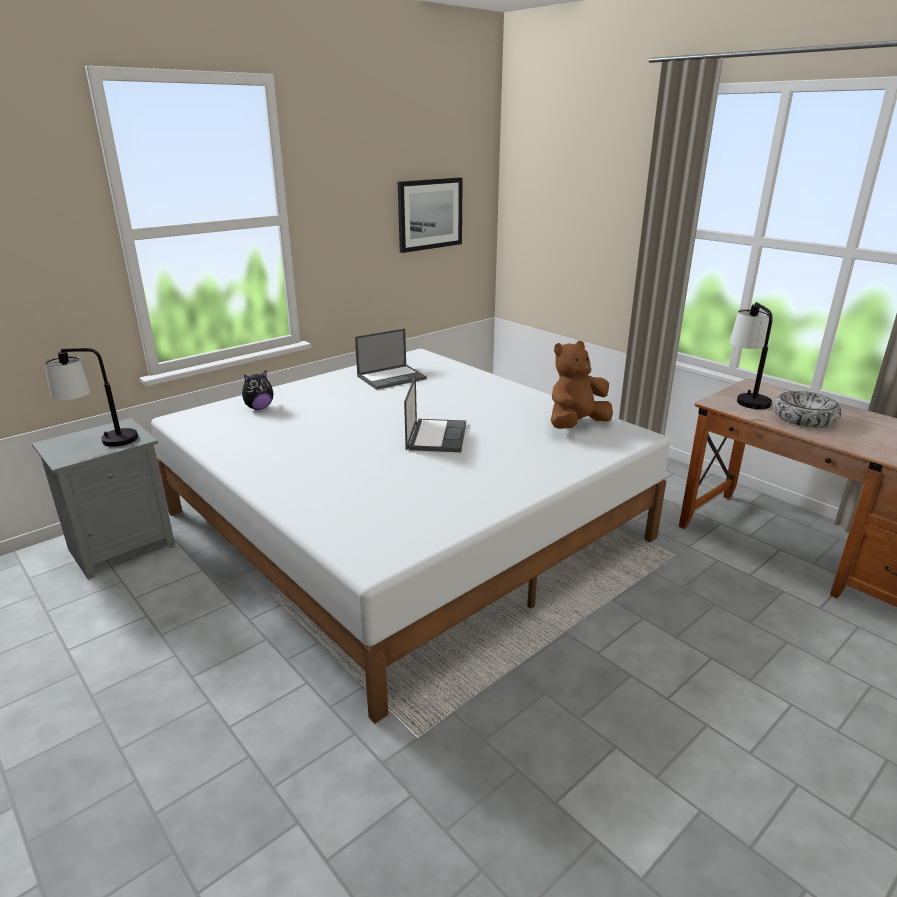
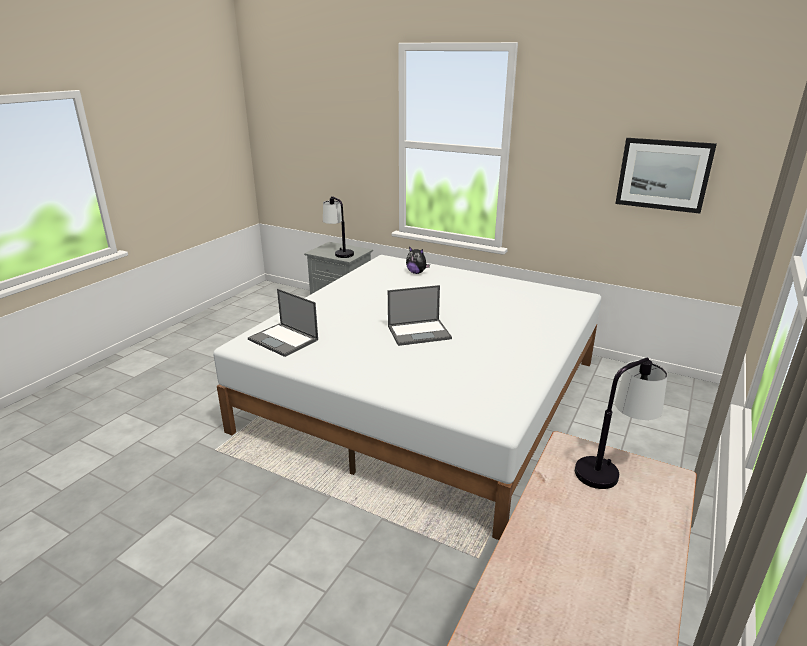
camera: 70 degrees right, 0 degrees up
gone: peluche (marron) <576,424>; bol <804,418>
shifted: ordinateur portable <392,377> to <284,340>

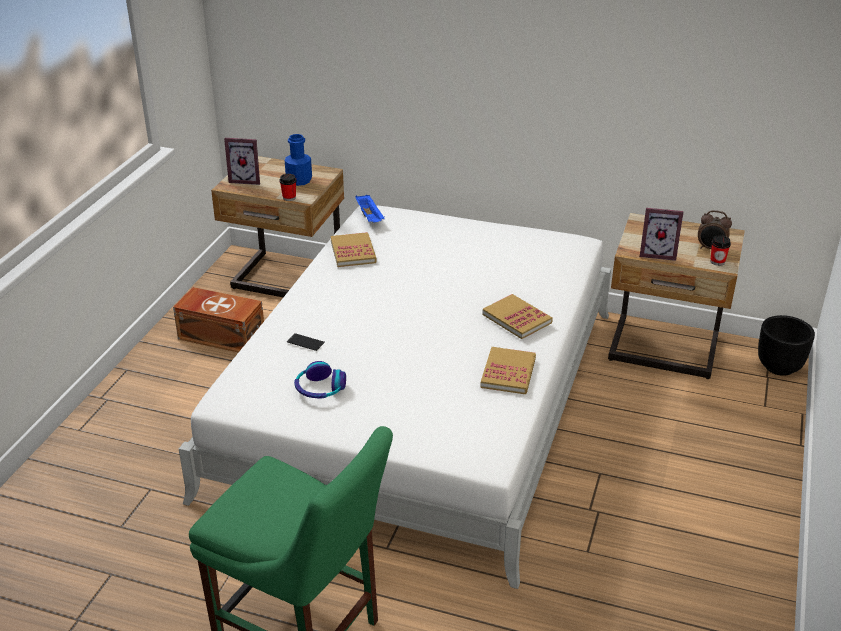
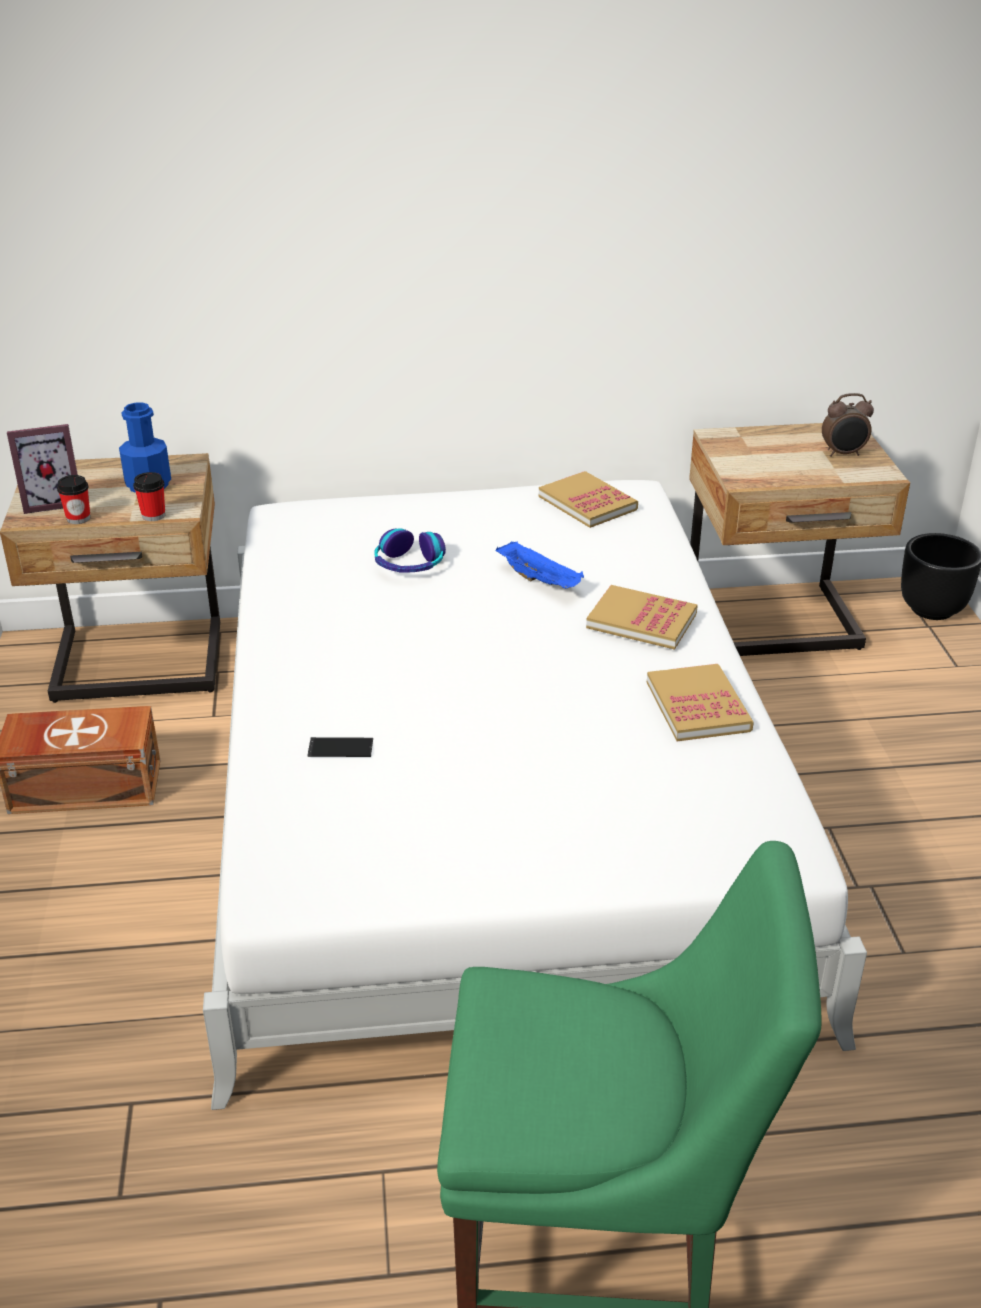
camera: 25 degrees left, 0 degrees up
gone: cadre photo <657,253>
shifted: plateau (bleu) <370,217> to <540,580>; livre <353,252> to <587,503>; tasse <717,262> to <78,518>; casque audio <320,389> to <409,564>

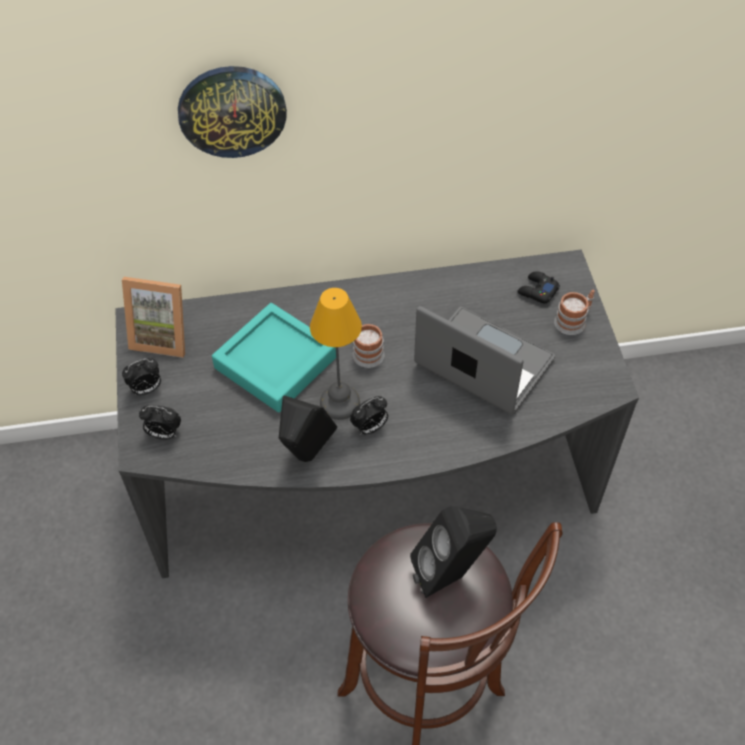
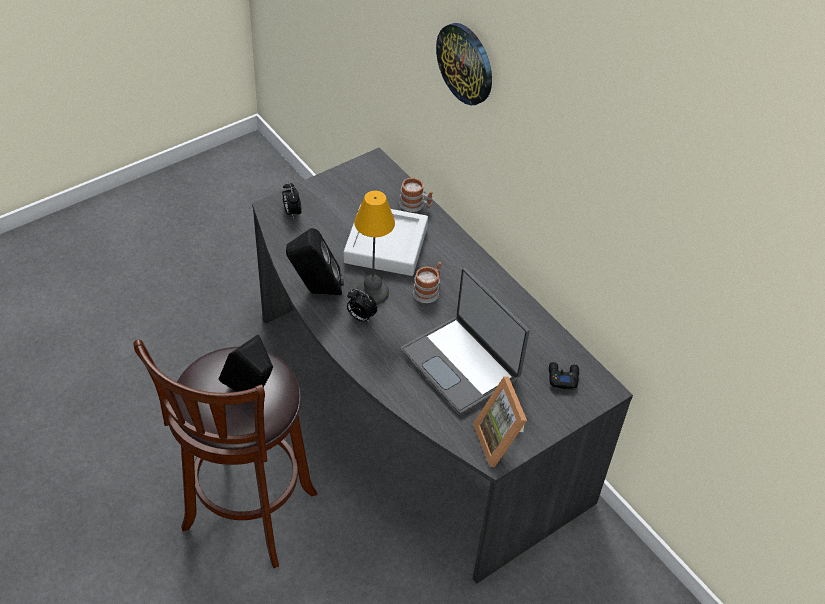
camera: 60 degrees right, 5 degrees down
gone: réveil <146,389>
shifted: cadre photo <163,336> to <502,441>; mug <573,320> to <415,205>
repainted: plateau (turquoise) <275,362> to plateau (gris) <386,245>
rotated: ordinateur portable <482,364> = <461,365> 135 degrees clockwise

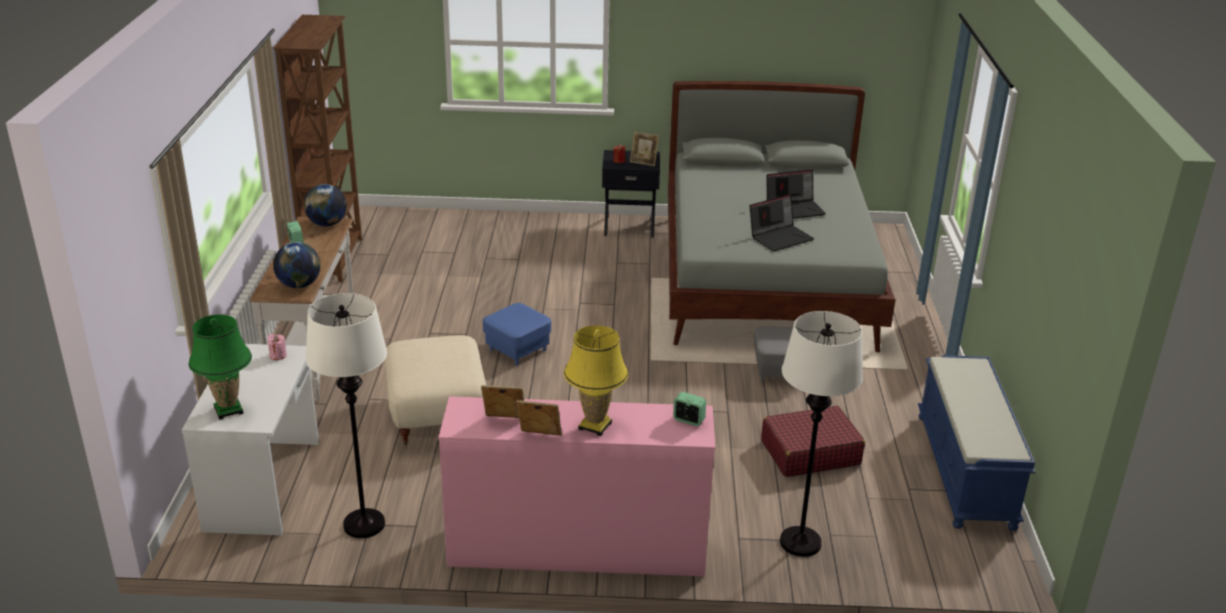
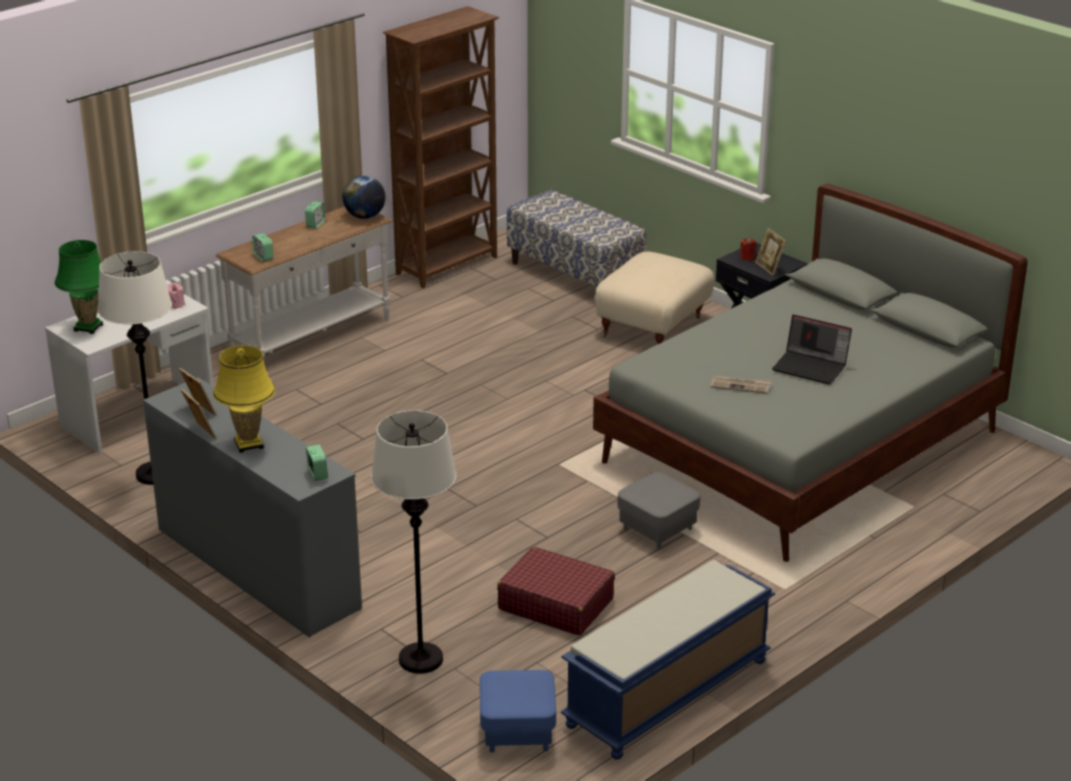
camera: 45 degrees right, 0 degrees up
new: banc <575,275>
shifted: pouf (bleu) <517,349> to <517,732>; pouf (beige) <438,417> to <654,328>
swapped: ordinateur portable <780,237> to journal <740,386>; globe <299,285> to réveil <263,257>
repainted: commode (rose) <576,549> to commode (gris) <257,568>

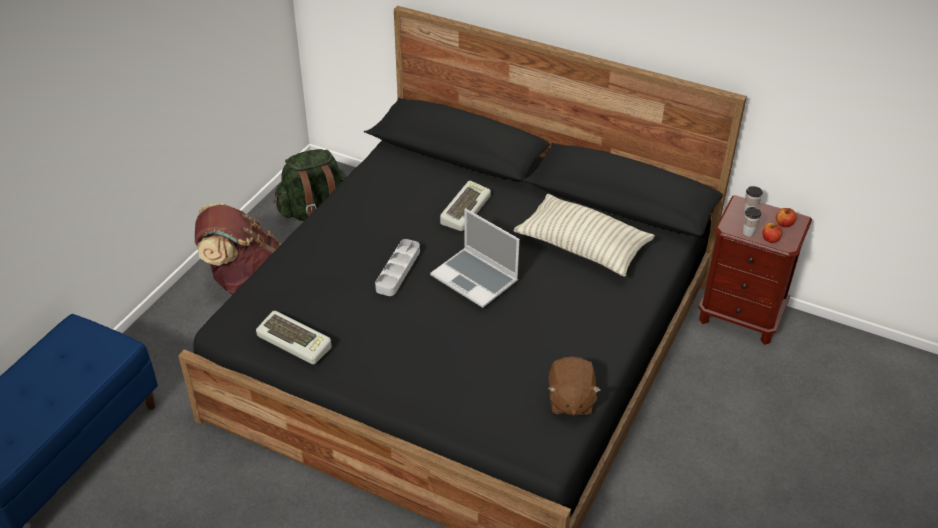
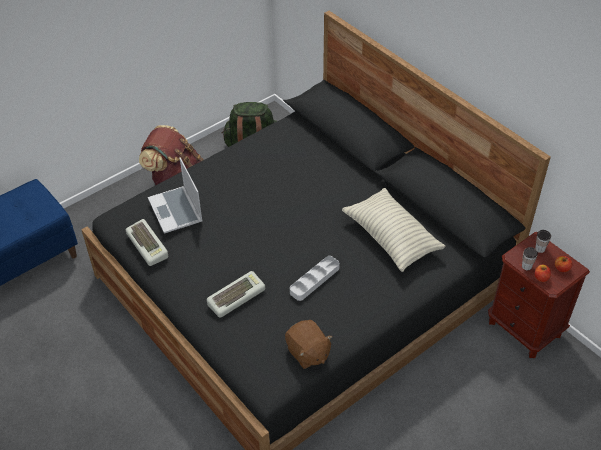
camera: 25 degrees right, 5 degrees up
shifted: clavier <464,209> to <236,296>; ordinateur portable <476,279> to <176,211>; plateau (gris) <398,270> to <314,280>
rotated: peluche (marron) <570,400> = <307,353> 60 degrees counterclockwise

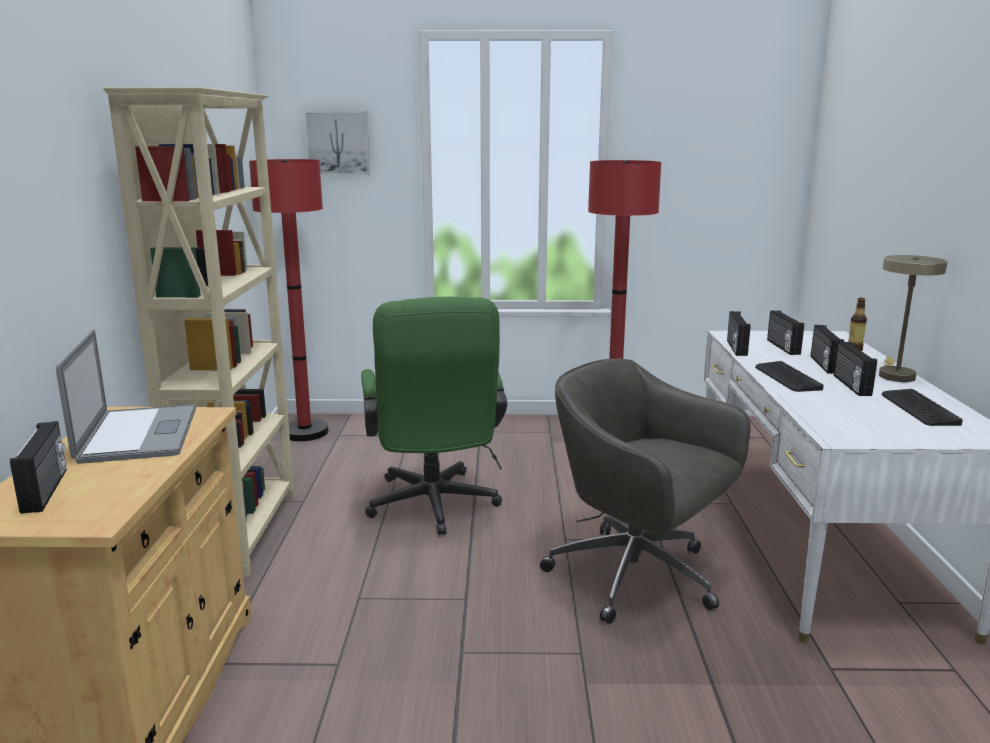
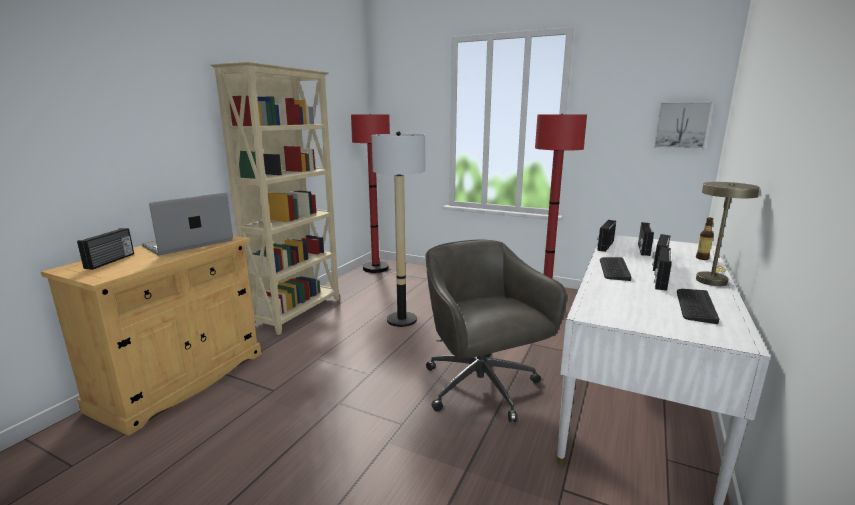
camera: 25 degrees right, 0 degrees up
shifted: tableau <338,143> to <681,125>
swapped: chaise de bureau (vert) <433,508> to lampadaire <401,320>
rotated: ordinateur portable <139,434> = <188,243> 150 degrees counterclockwise

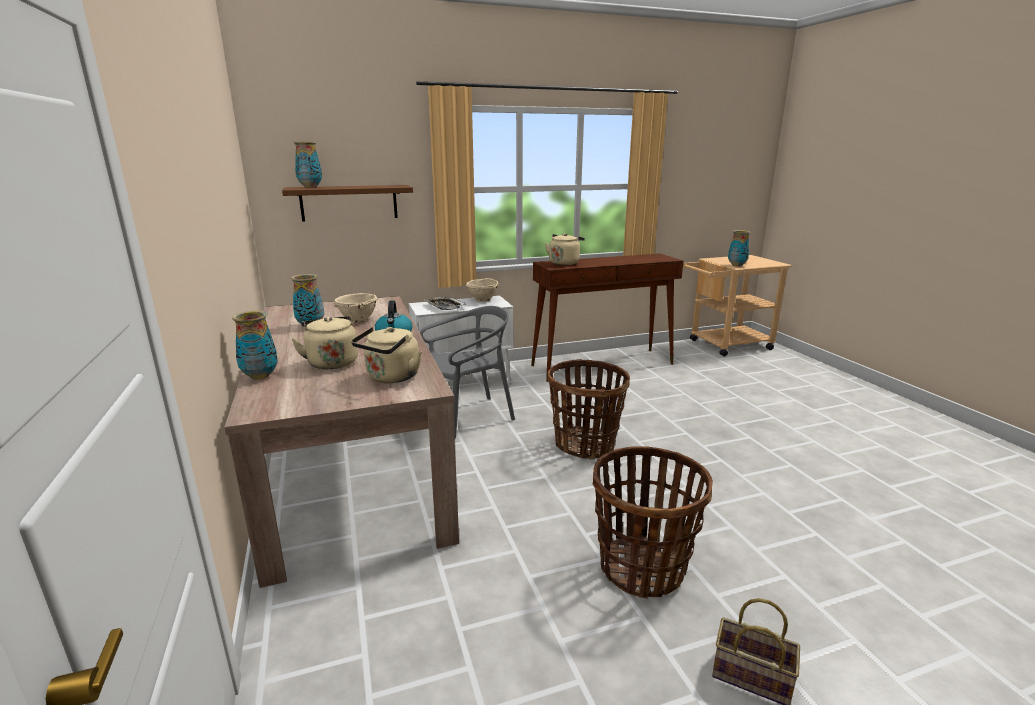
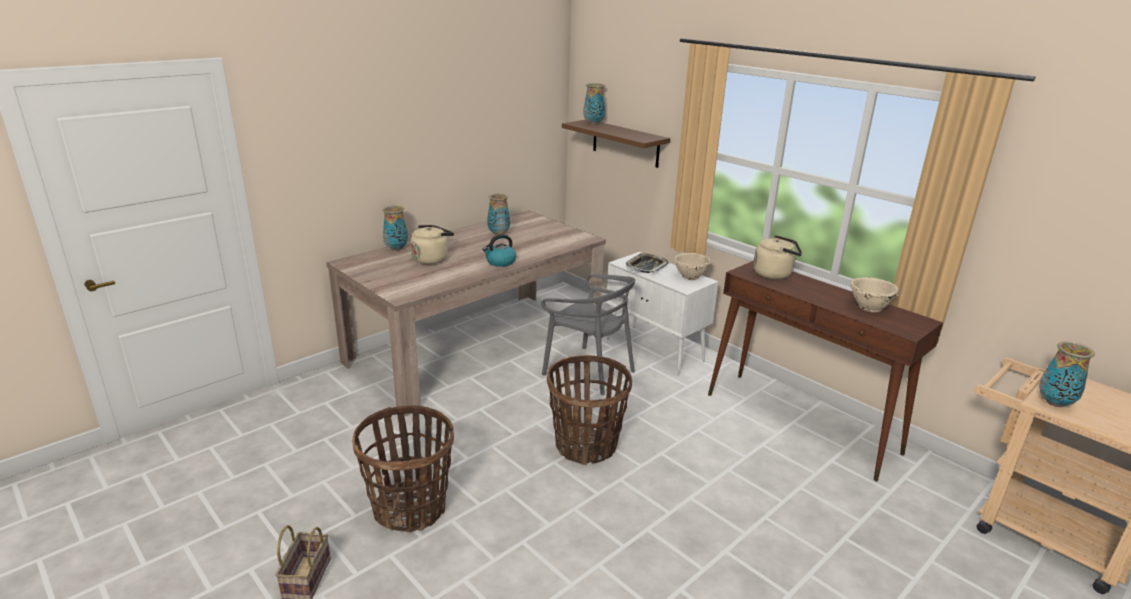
camera: 65 degrees right, 5 degrees up
gone: bouilloire (beige) <391,378>
shifted: bol (beige) <357,320> to <869,308>

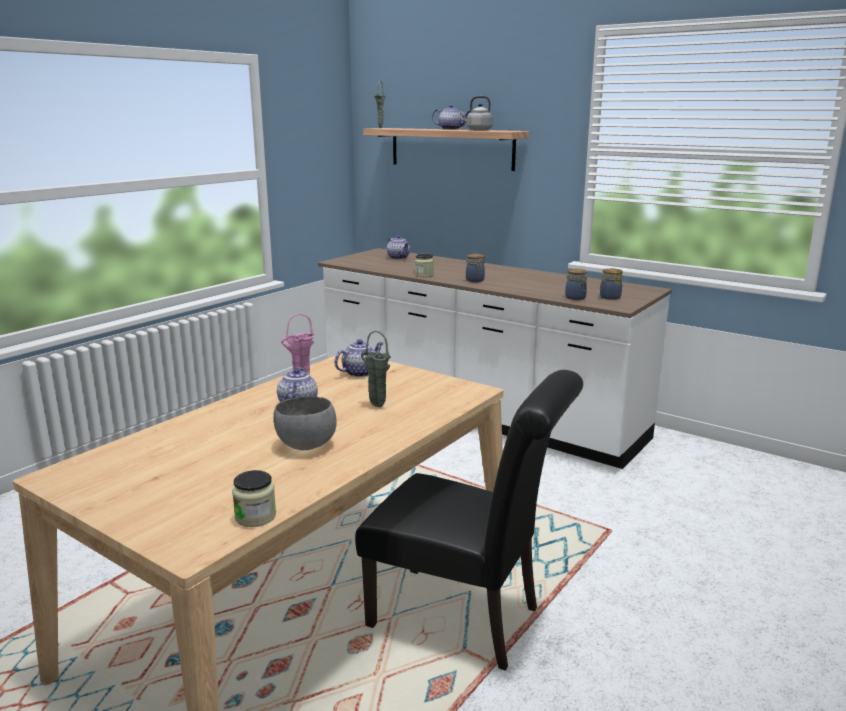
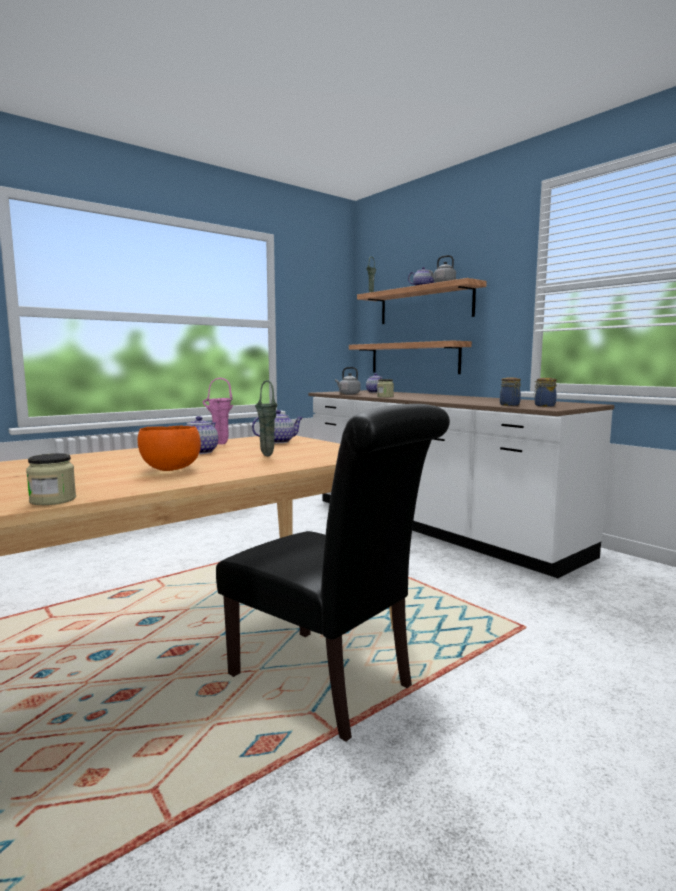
camera: 15 degrees right, 10 degrees down
gone: bocal <475,280>
new: étagère <413,358>; bouilloire (gris) <348,394>
repainted: bol (gris) <305,446> to bol (orange) <169,469>

